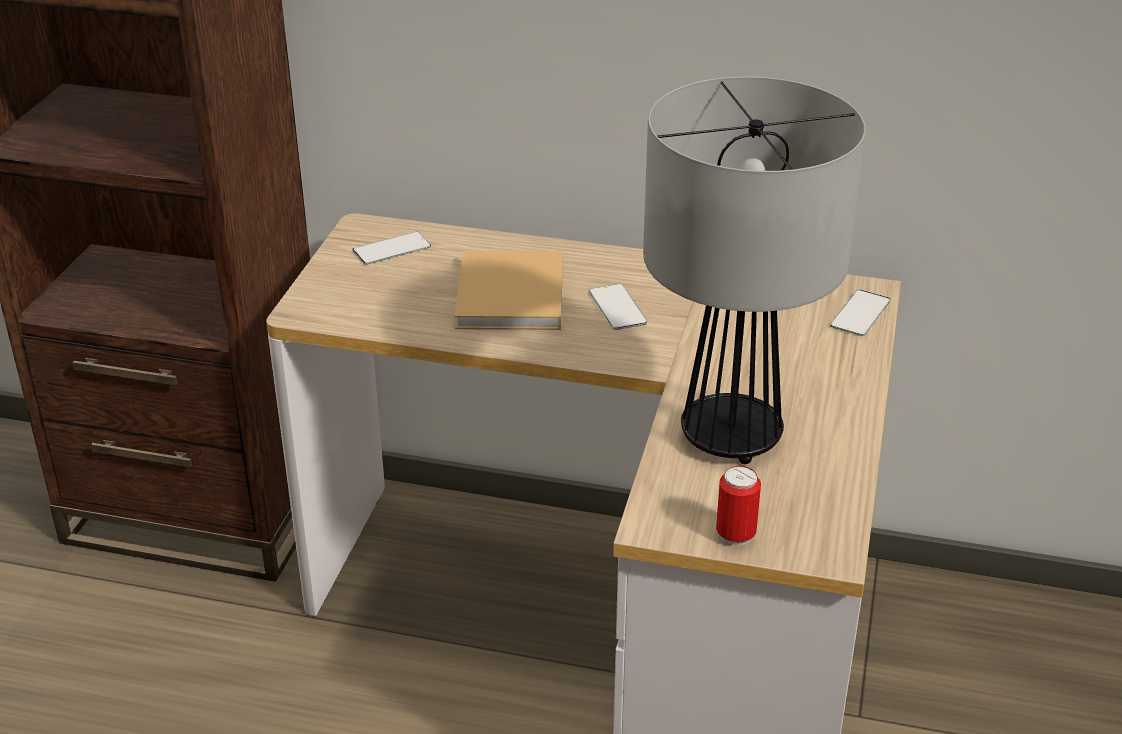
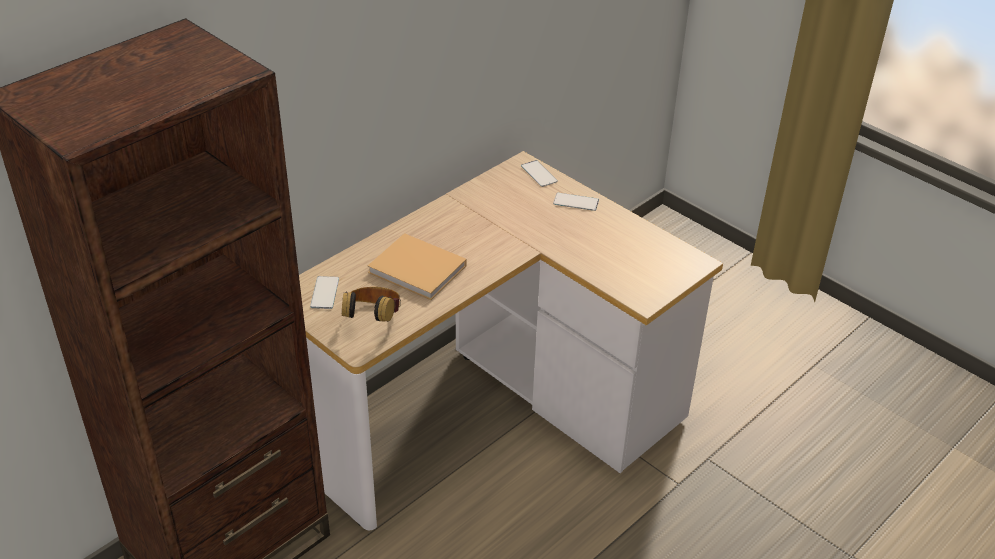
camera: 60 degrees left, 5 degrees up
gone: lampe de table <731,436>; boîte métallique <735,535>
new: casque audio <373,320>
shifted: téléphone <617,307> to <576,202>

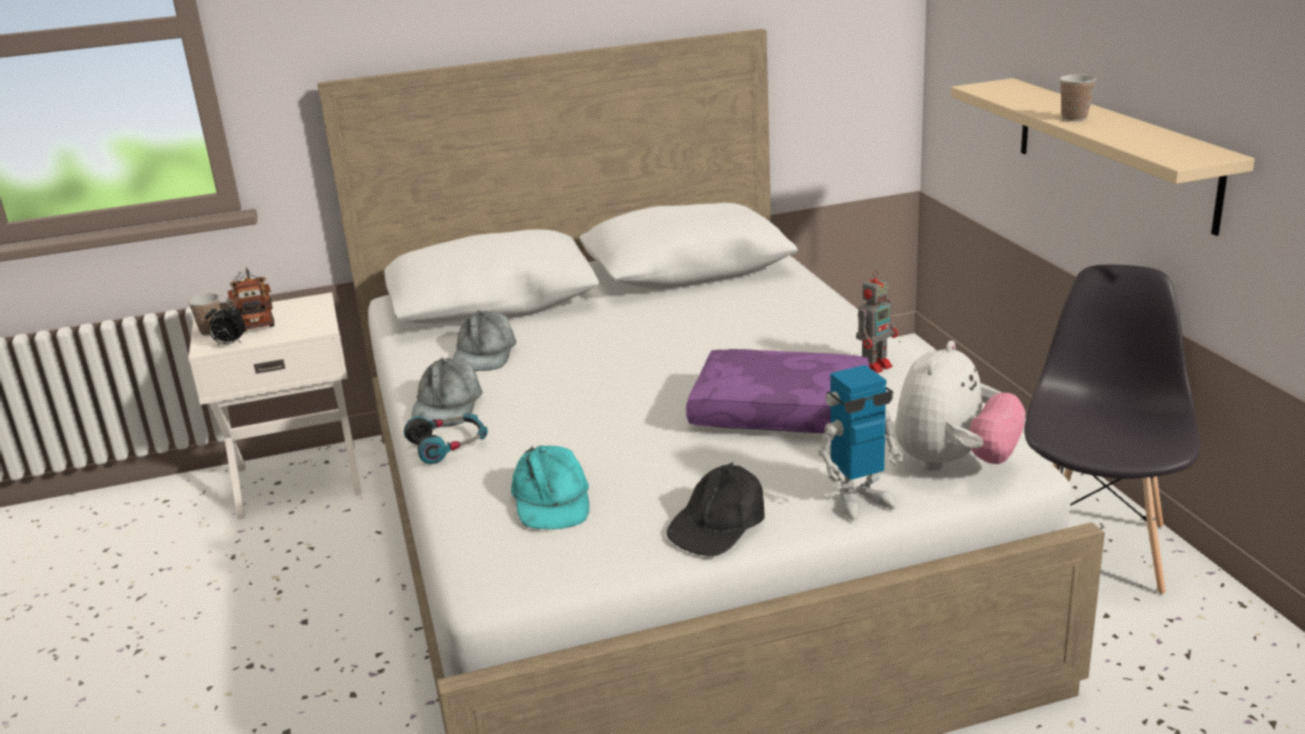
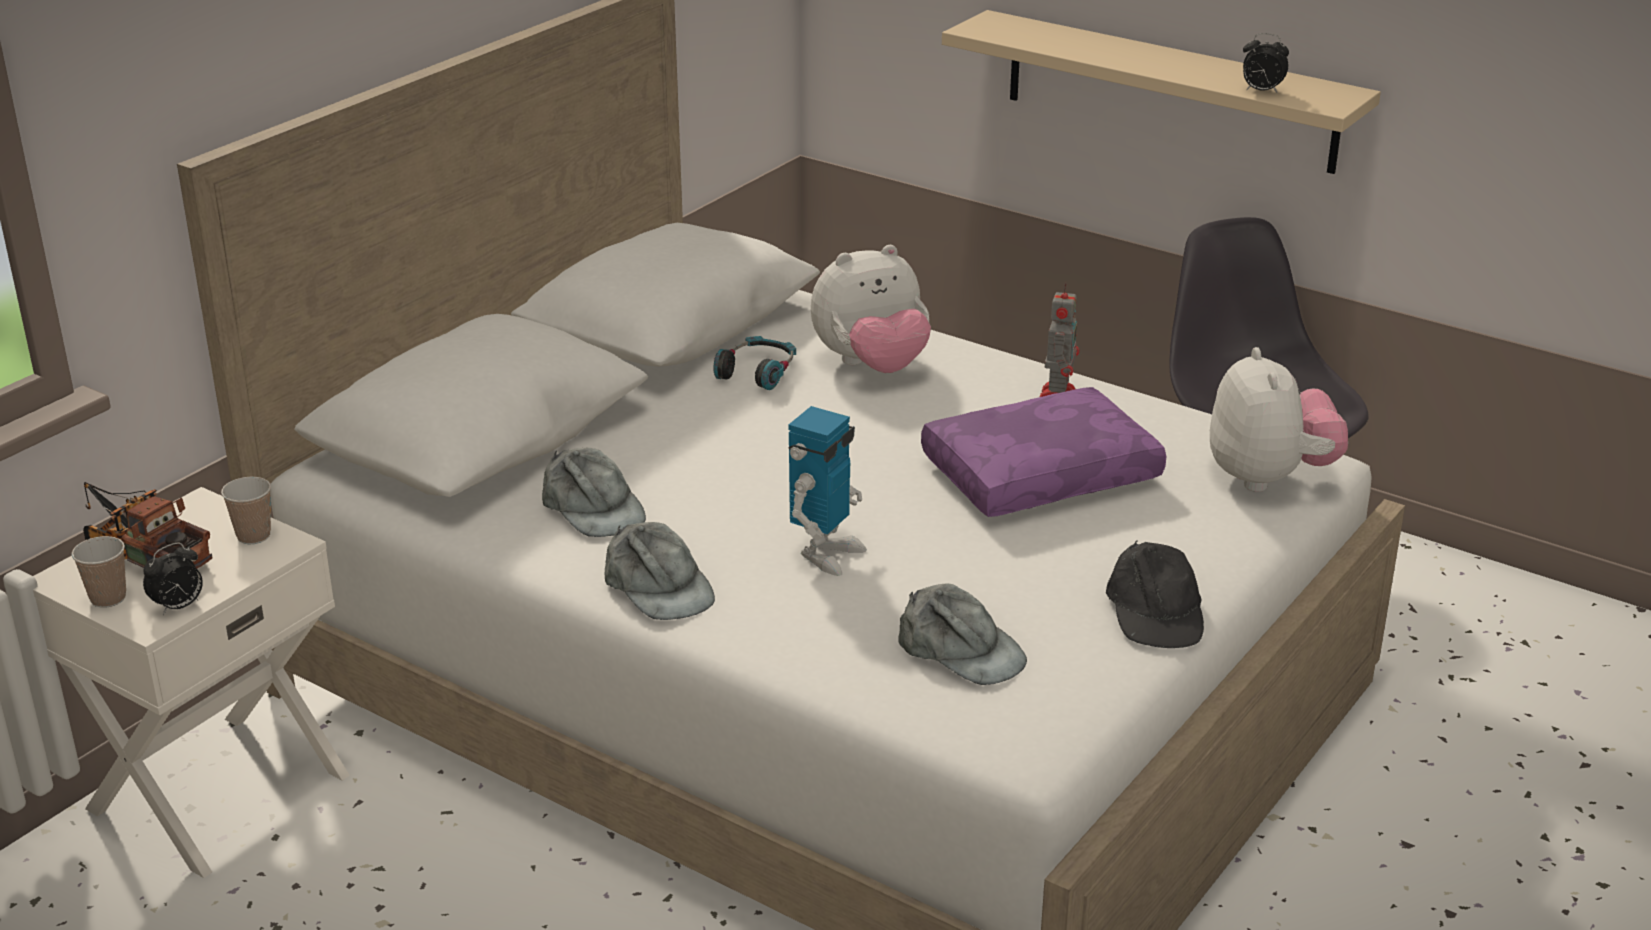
camera: 40 degrees left, 5 degrees up
new: réveil <1261,91>; peluche <872,366>
shifted: tasse <1074,118> to <253,536>; robot jouet <860,500> to <826,554>; casque audio <449,445> to <757,372>
repainted: casquette (turquoise) <551,501> to casquette (gris) <960,650>

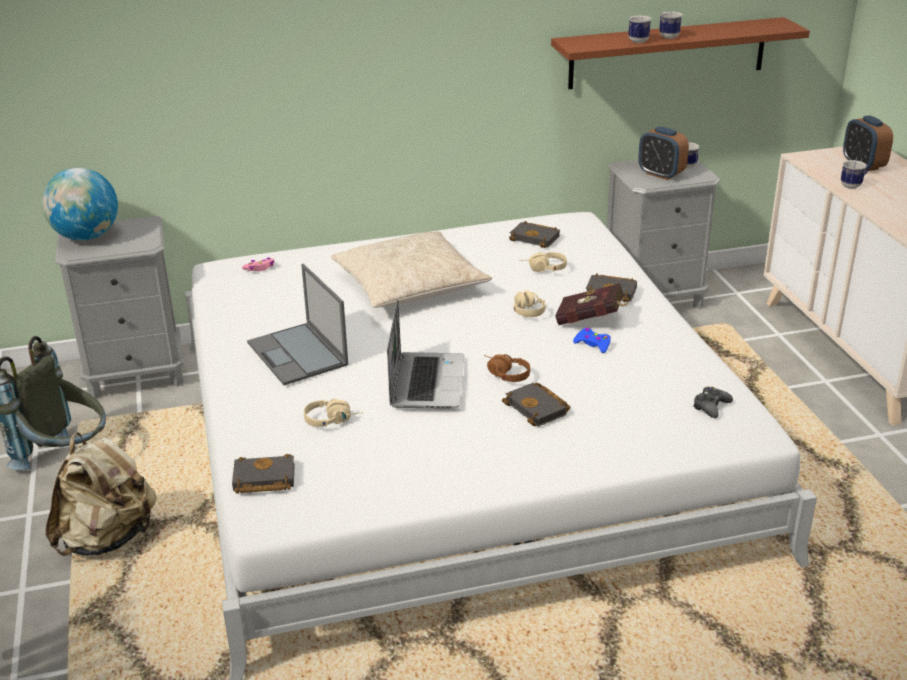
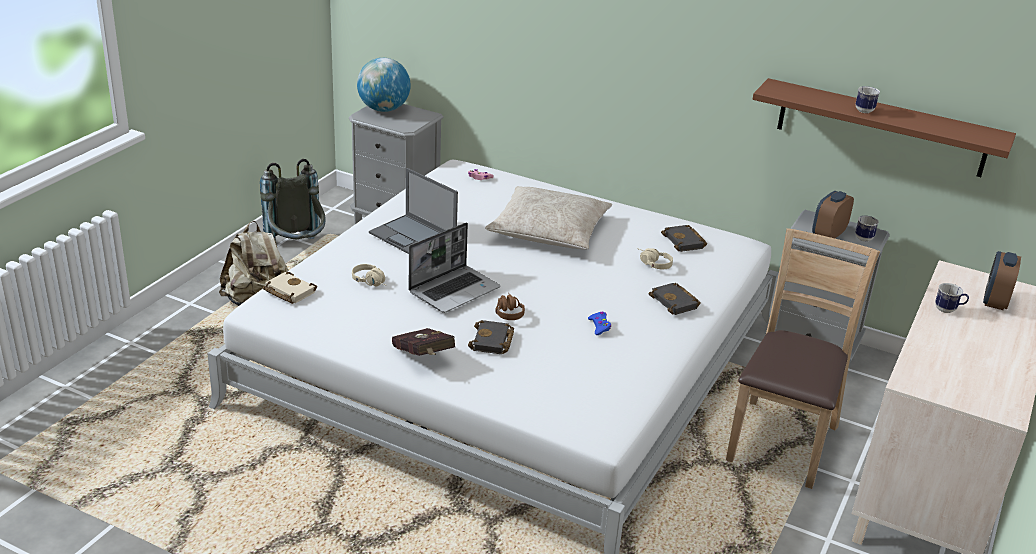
camera: 40 degrees right, 0 degrees up
gone: mug <637,42>; casque audio (beige) <526,309>; manette (noir) <711,407>
new: chaise (marron) <782,442>
shifted: livre (rouge) <591,321> to <423,357>
repainted: livre (noir) <262,480> to livre (beige) <288,291>
rotated: réveil <661,174> = <828,235> 45 degrees clockwise; ordinateur portable <298,354> = <413,237> 60 degrees counterclockwise

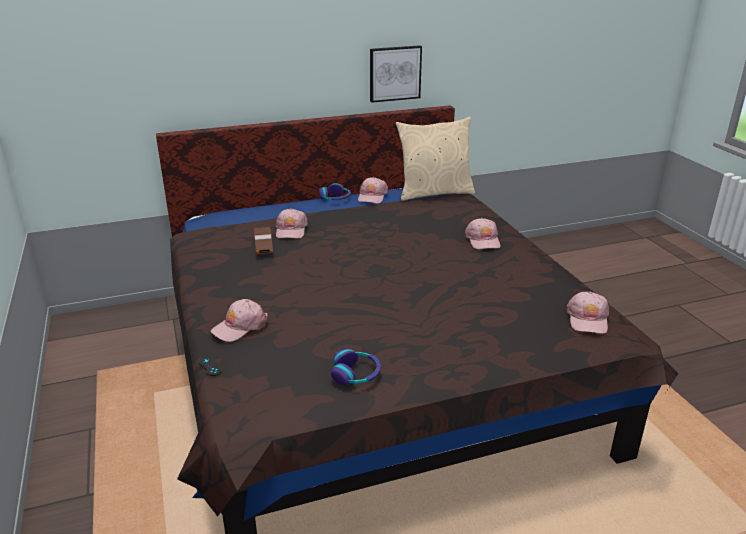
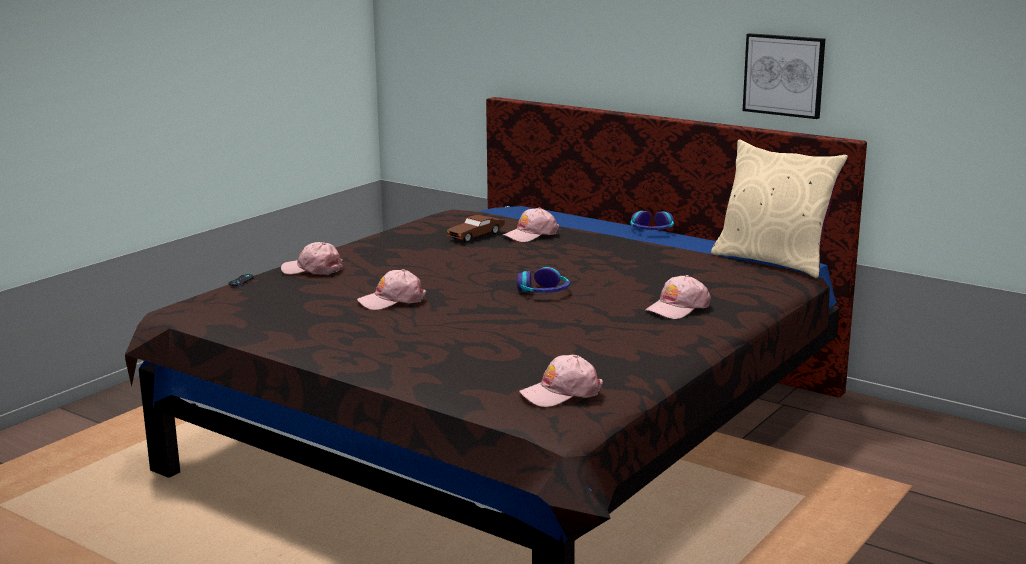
camera: 55 degrees right, 10 degrees down
shifted: casquette (rose) <372,196> to <392,300>; casque audio <356,374> to <543,292>

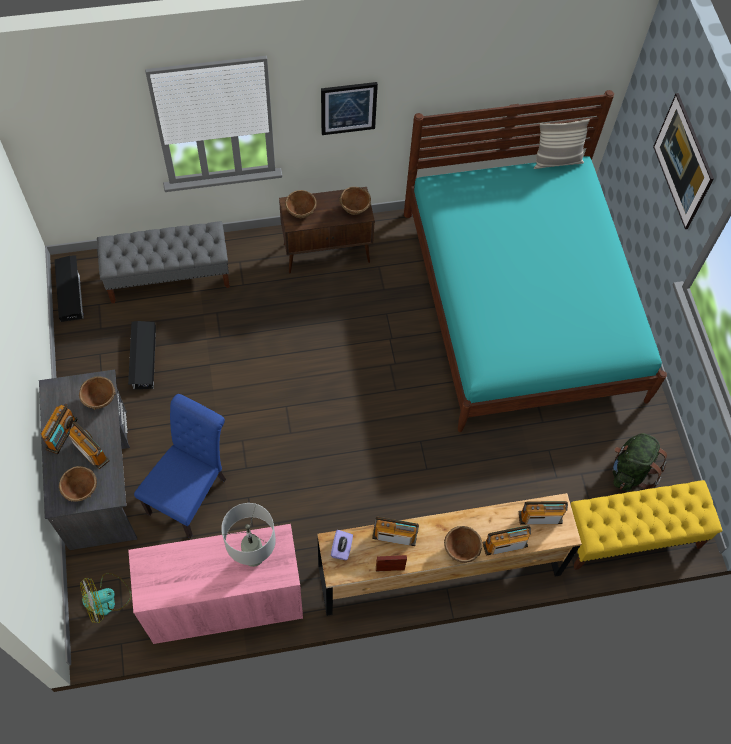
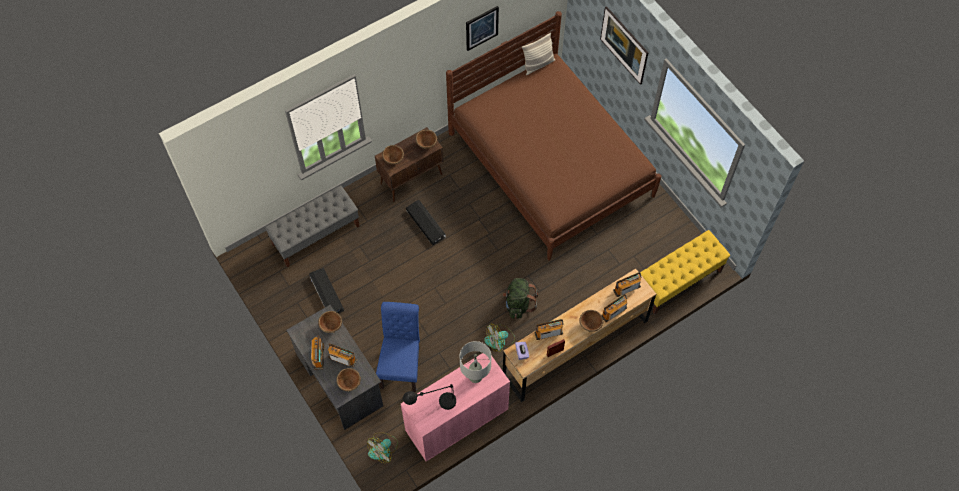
camera: 20 degrees left, 0 degrees up
new: ventilateur <499,340>; lampe de table (noir) <432,405>
shifted: tableau <348,108> to <481,28>; boîte de rangement (noir) <70,291> to <426,223>; sac à dos (vert) <630,470> to <518,304>
repainted: lit (turquoise) <522,304> to lit (marron) <551,164>

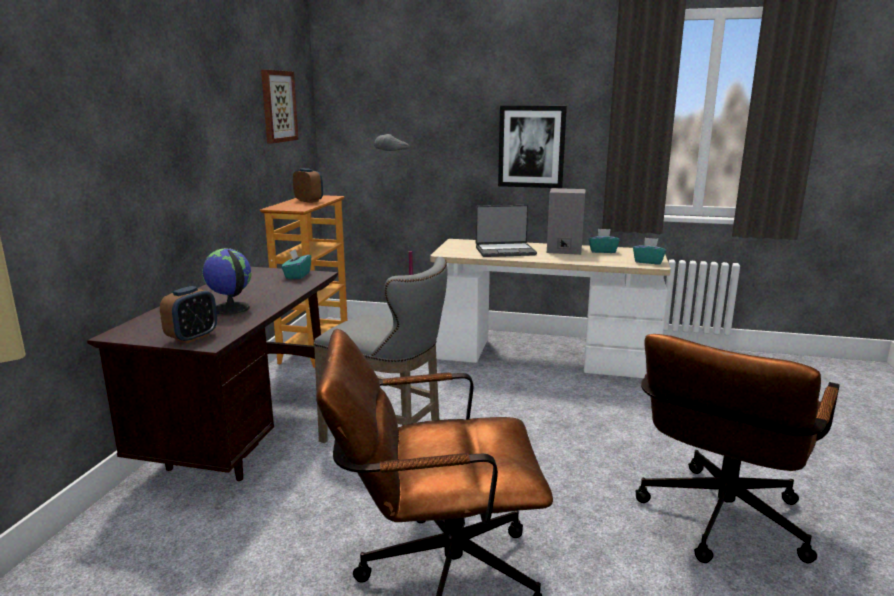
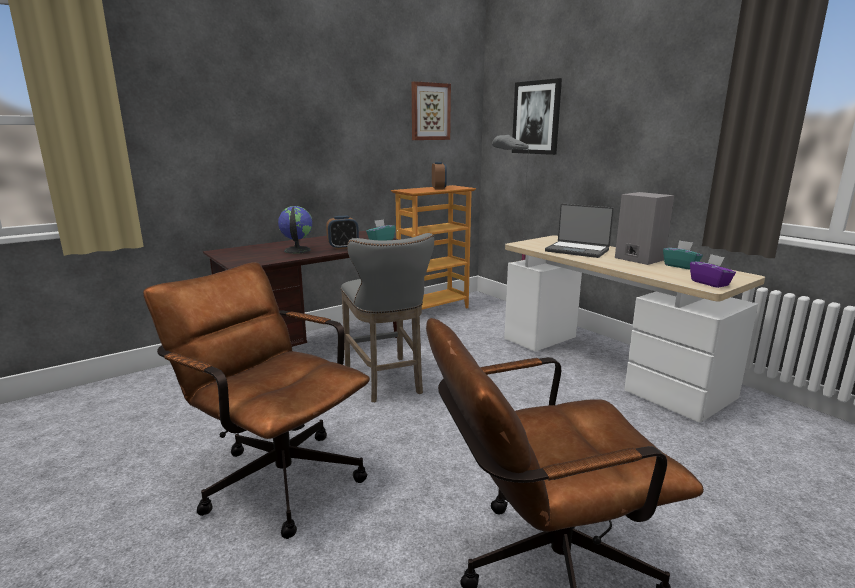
camera: 40 degrees right, 0 degrees up
shifted: tableau <531,146> to <536,117>; réveil <192,337> to <343,247>
repainted: boîte à mouchoirs (turquoise) <648,262> to boîte à mouchoirs (violet) <710,283>

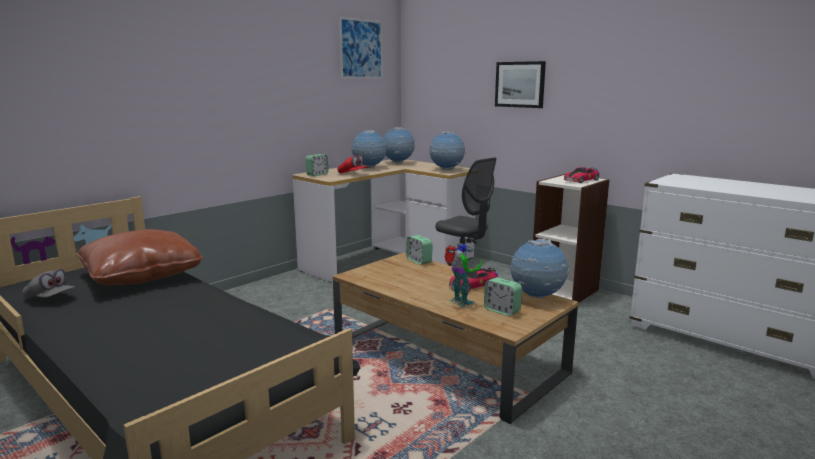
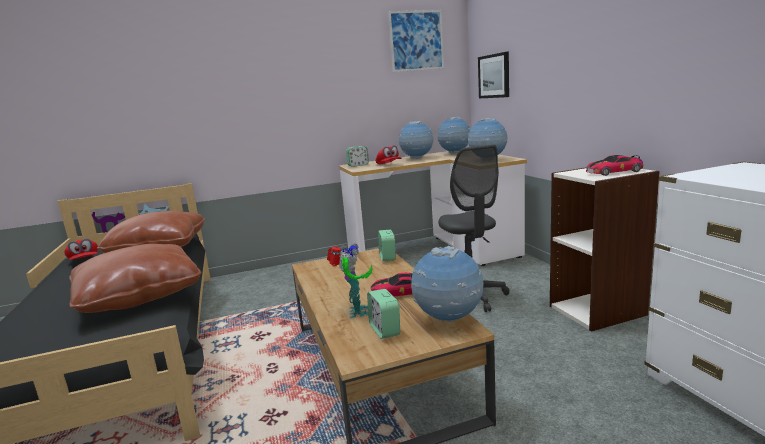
camera: 30 degrees right, 0 degrees up
new: coussin (marron) <139,296>
shifted: tableau <520,84> to <494,76>
repainted: casquette (gris) <50,298> to casquette (rouge) <84,261>

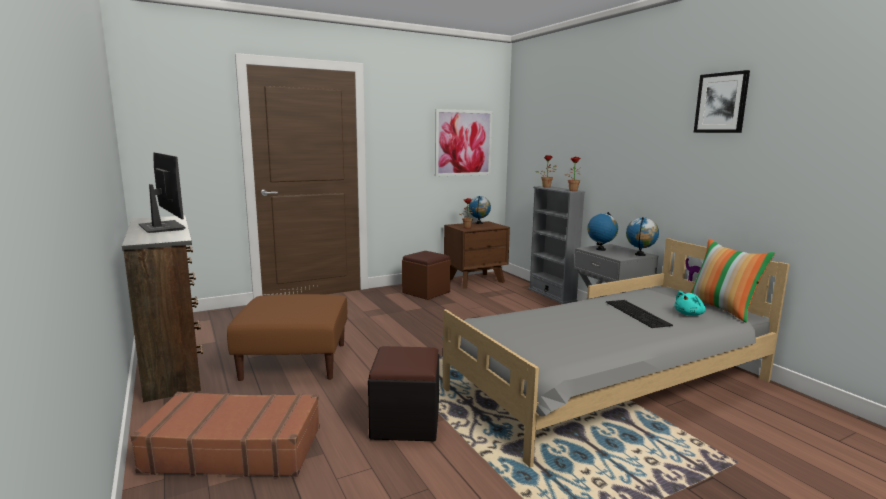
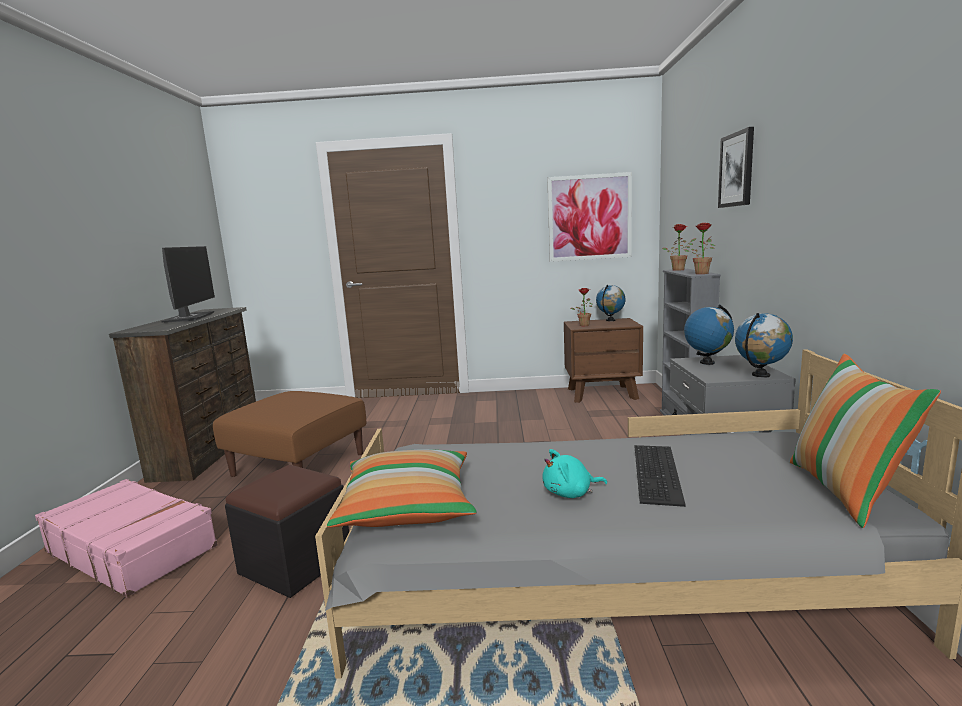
camera: 30 degrees right, 0 degrees up
gone: pouf (marron) <426,292>
new: coussin <408,507>
shifted: tableau <721,103> to <737,169>; peluche (turquoise) <689,314> to <570,493>
repainted: valise (marron) <234,448> to valise (rose) <132,548>

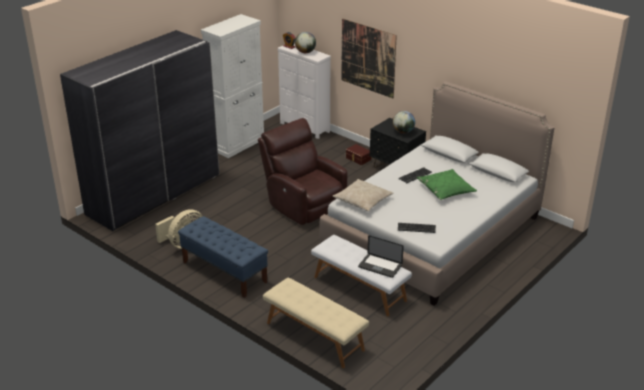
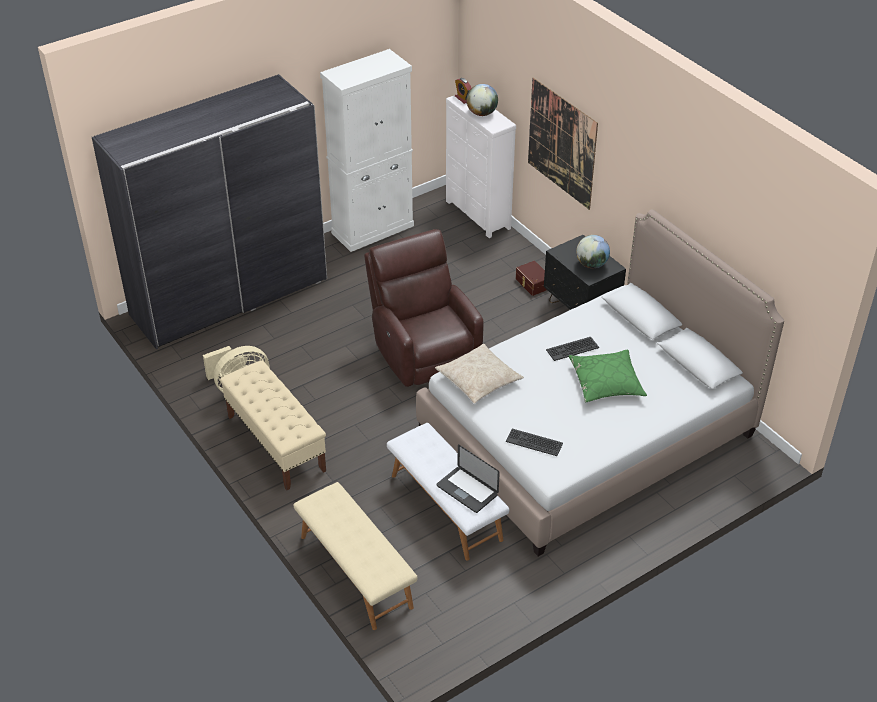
camera: 15 degrees right, 10 degrees up
repainted: banc (bleu) <224,272> to banc (beige) <275,443>

